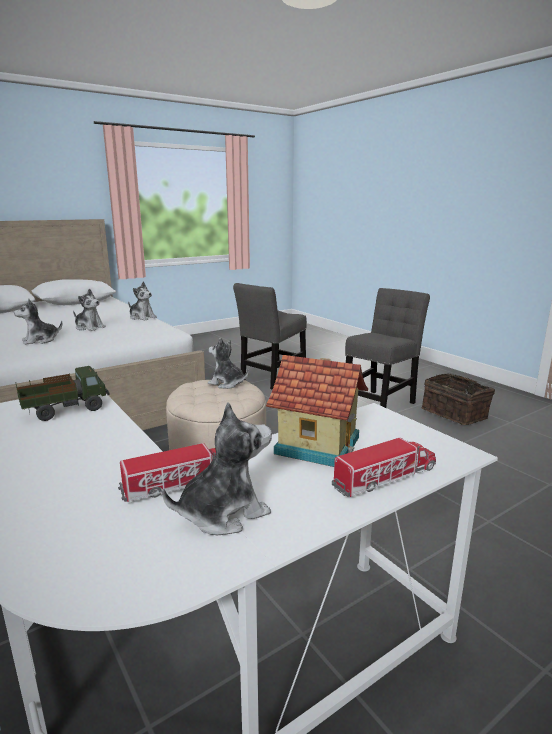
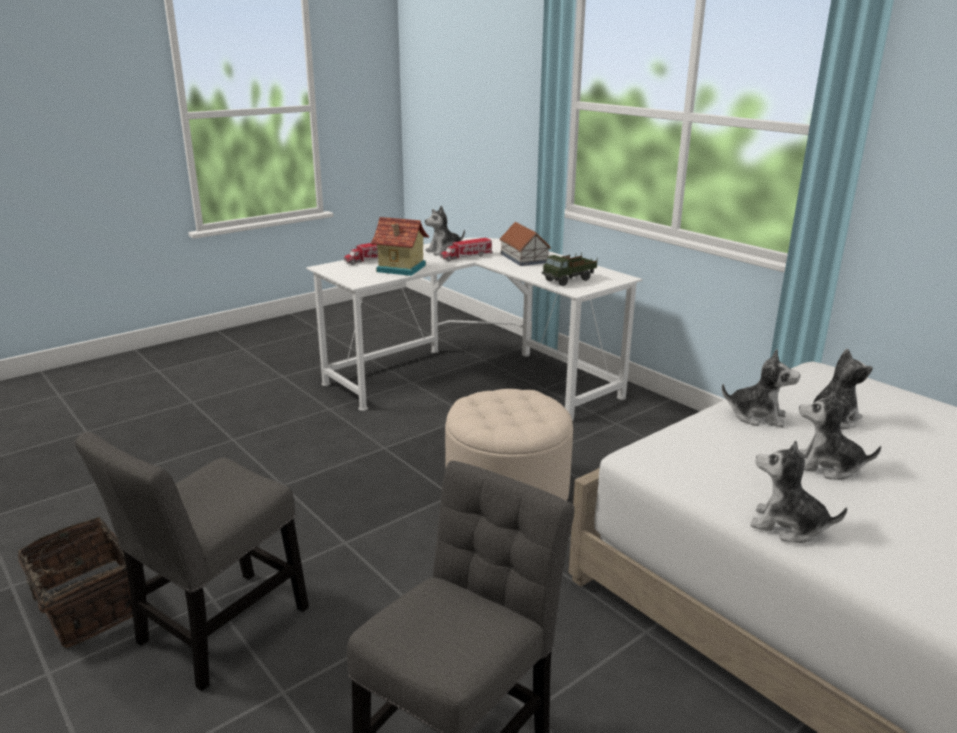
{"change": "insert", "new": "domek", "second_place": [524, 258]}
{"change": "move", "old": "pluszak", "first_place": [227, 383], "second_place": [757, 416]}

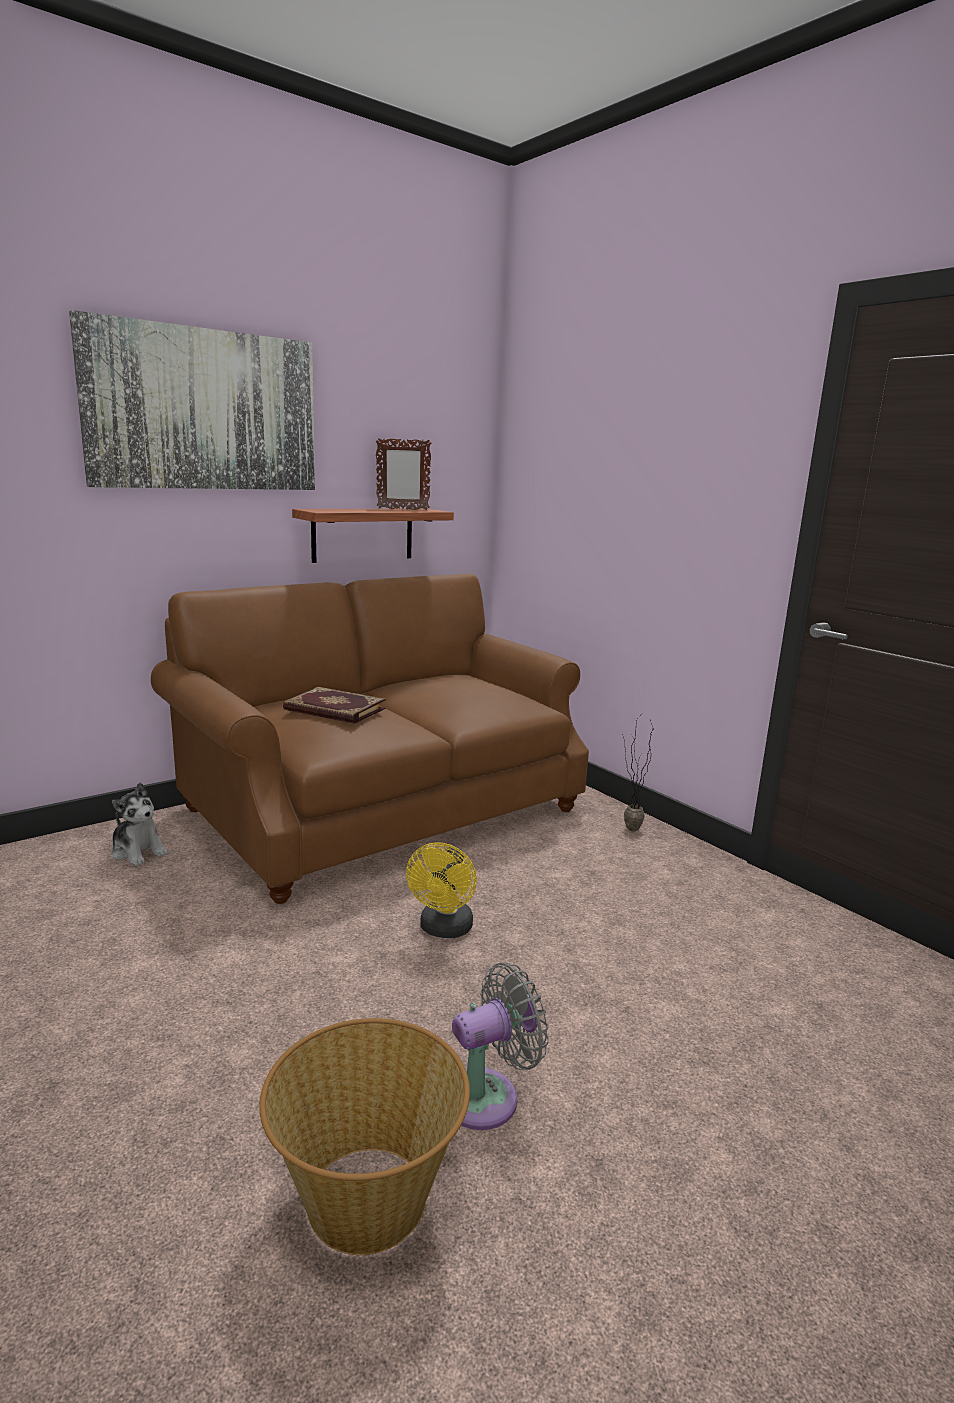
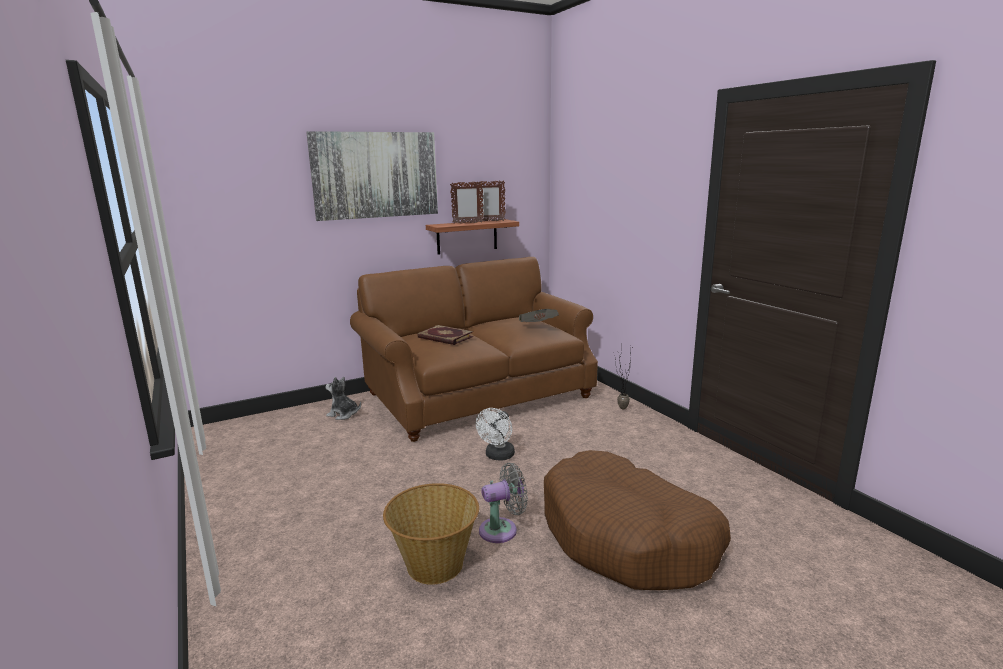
{"change": "rotate", "old": "pluszak", "first_place": [138, 851], "second_place": [343, 414], "degrees": 150}
{"change": "insert", "new": "ramka na zdjęcie", "second_place": [467, 223]}
{"change": "recolor", "old": "wentylator/żółty", "new": "wentylator/biały", "first_place": [444, 930], "second_place": [498, 456]}
{"change": "insert", "new": "gazeta", "second_place": [538, 327]}
{"change": "insert", "new": "legowisko/brązowy", "second_place": [628, 537]}

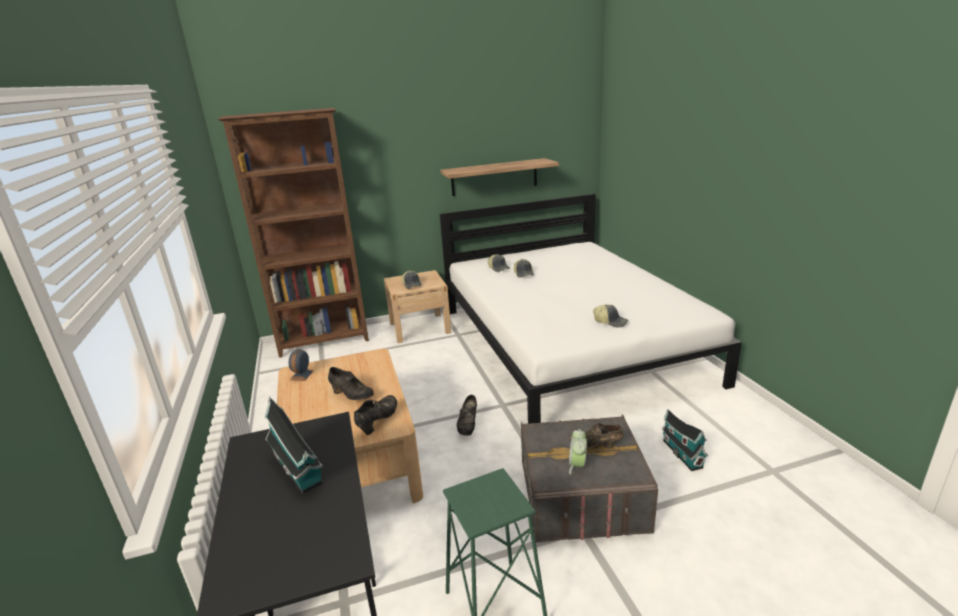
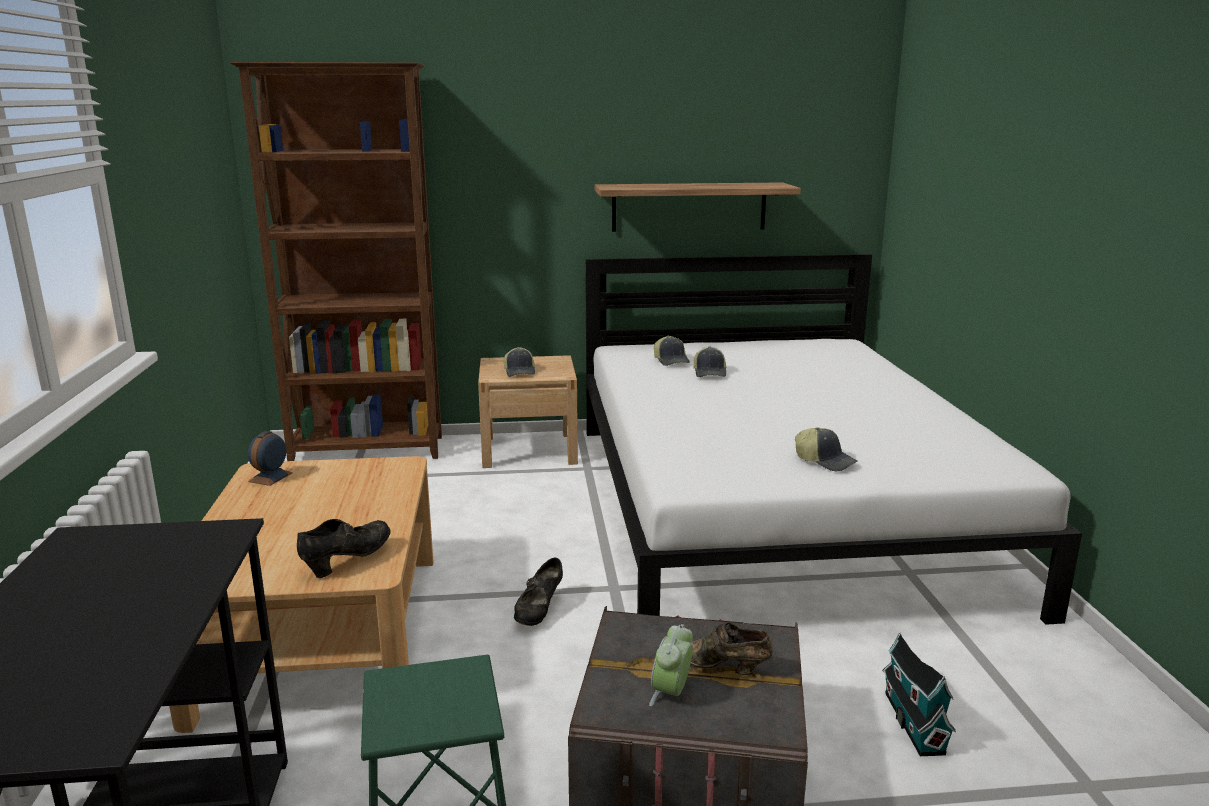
{"change": "delete", "old": "domek", "first_place": [298, 471]}
{"change": "delete", "old": "but/czarny", "first_place": [352, 396]}

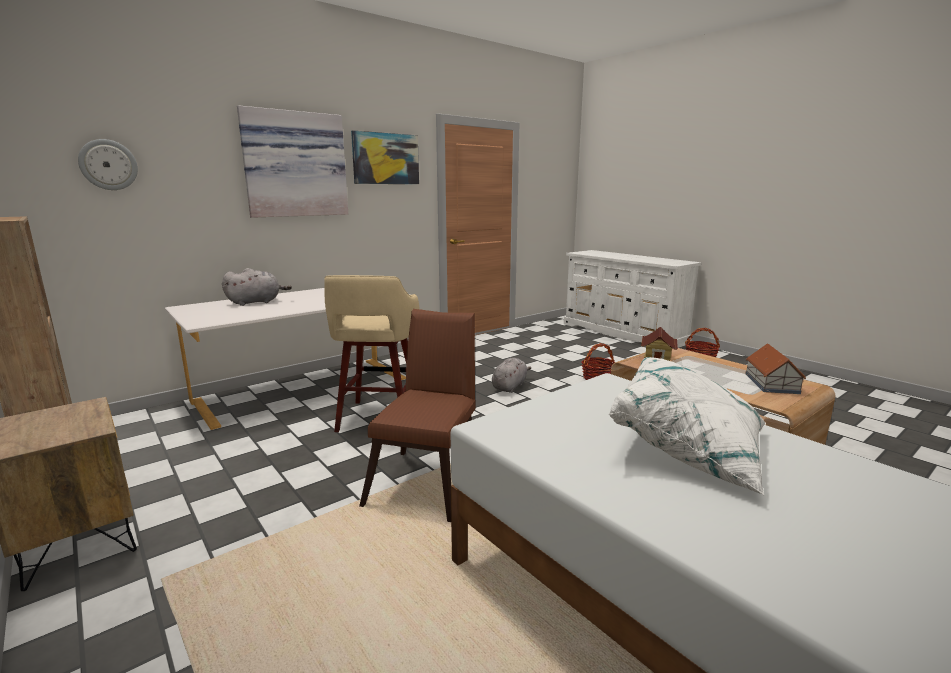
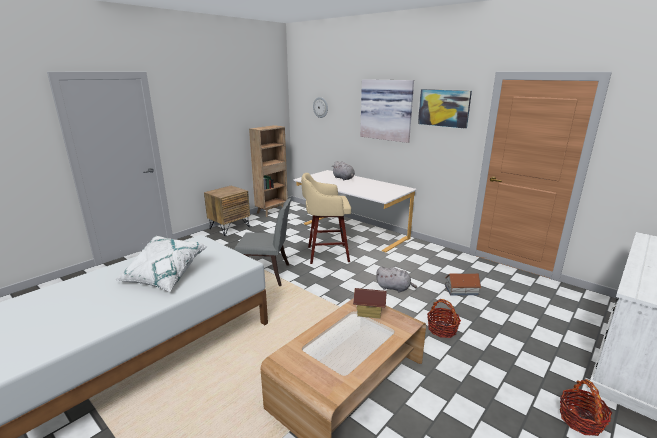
{"change": "recolor", "old": "krzesło/brązowy", "new": "krzesło/szary", "first_place": [429, 480], "second_place": [266, 275]}
{"change": "move", "old": "domek", "first_place": [771, 383], "second_place": [461, 290]}

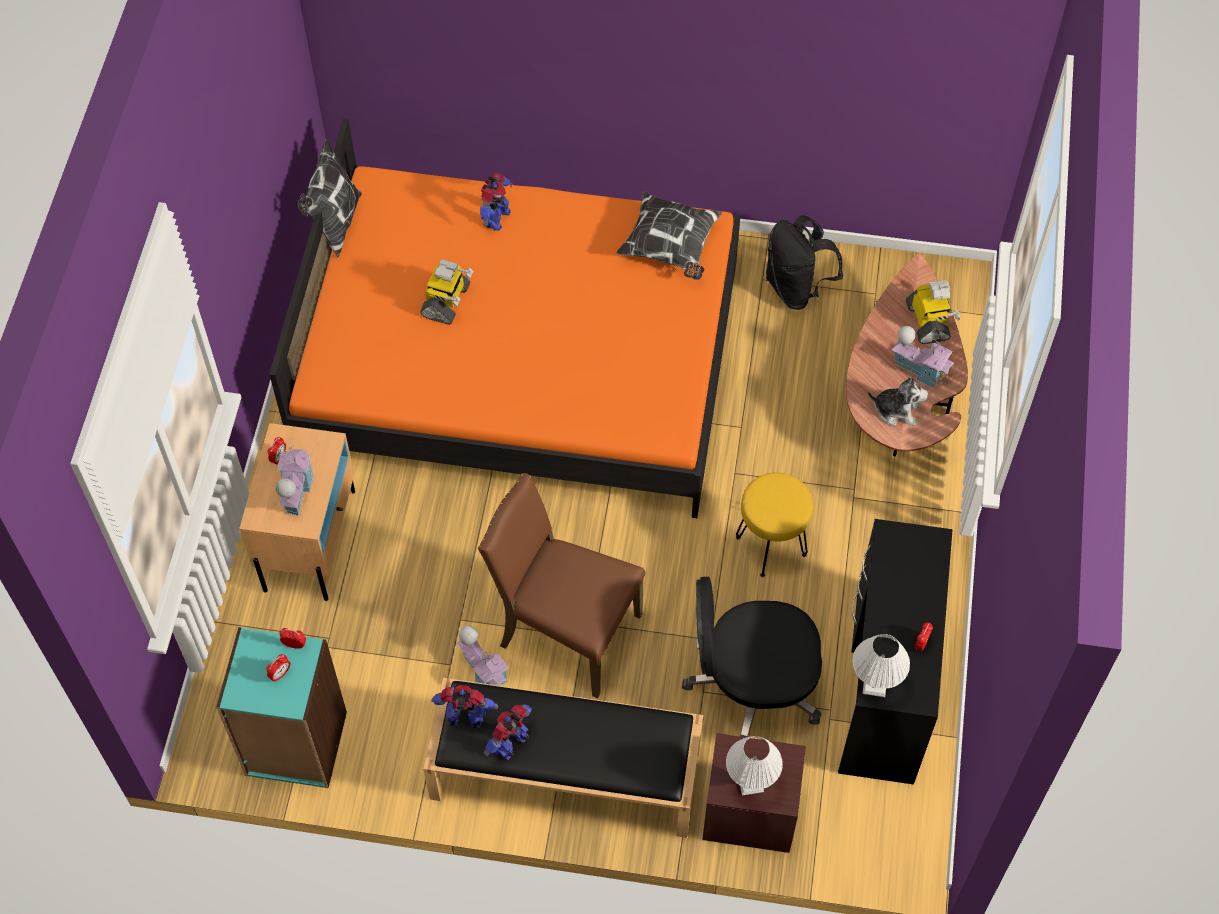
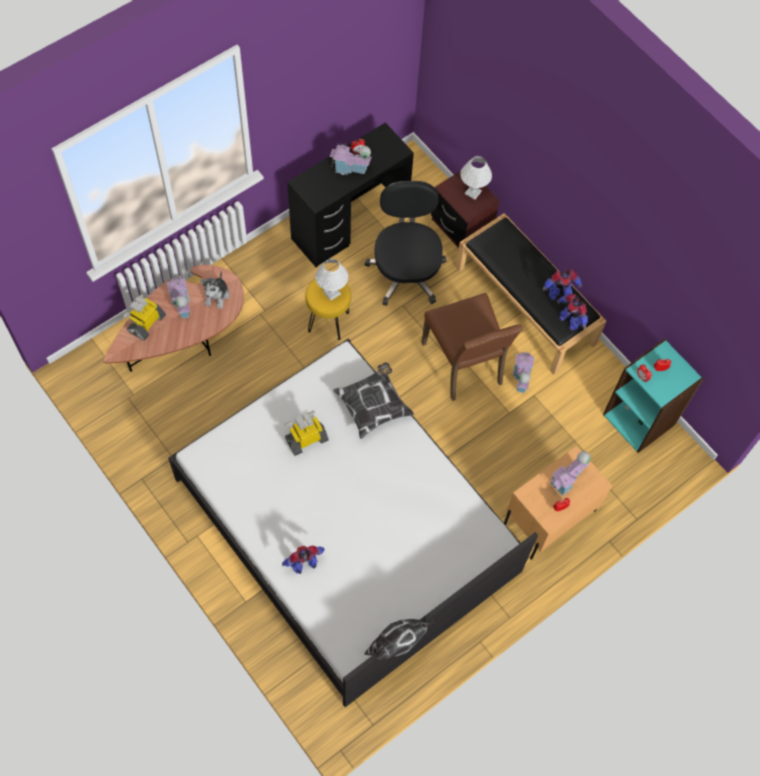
{"change": "recolor", "old": "łóżko/pomarańczowy", "new": "łóżko/biały", "first_place": [520, 360], "second_place": [347, 525]}
{"change": "rotate", "old": "pluszak", "first_place": [896, 410], "second_place": [217, 295], "degrees": -135}
{"change": "move", "old": "robot zabawkowy", "first_place": [447, 301], "second_place": [306, 439]}
{"change": "move", "old": "lampa stołowa/biały", "first_place": [875, 686], "second_place": [332, 292]}
{"change": "insert", "new": "domek", "second_place": [350, 168]}
{"change": "move", "old": "poduszka", "first_place": [670, 247], "second_place": [373, 406]}
{"change": "rotate", "old": "krzesło biurowe/czarny", "first_place": [751, 686], "second_place": [406, 272], "degrees": -135}
{"change": "delete", "old": "plecak/czarny", "first_place": [796, 288]}

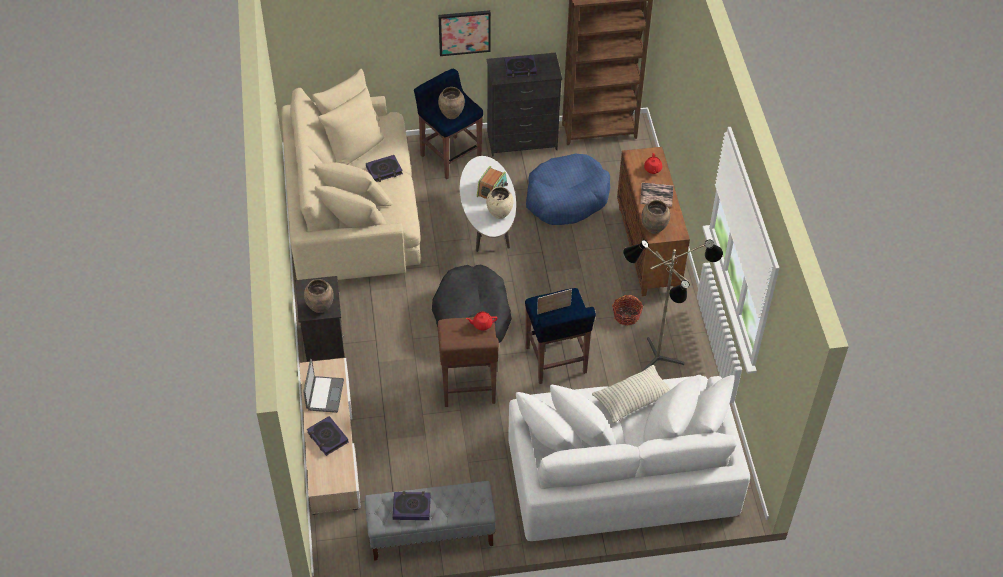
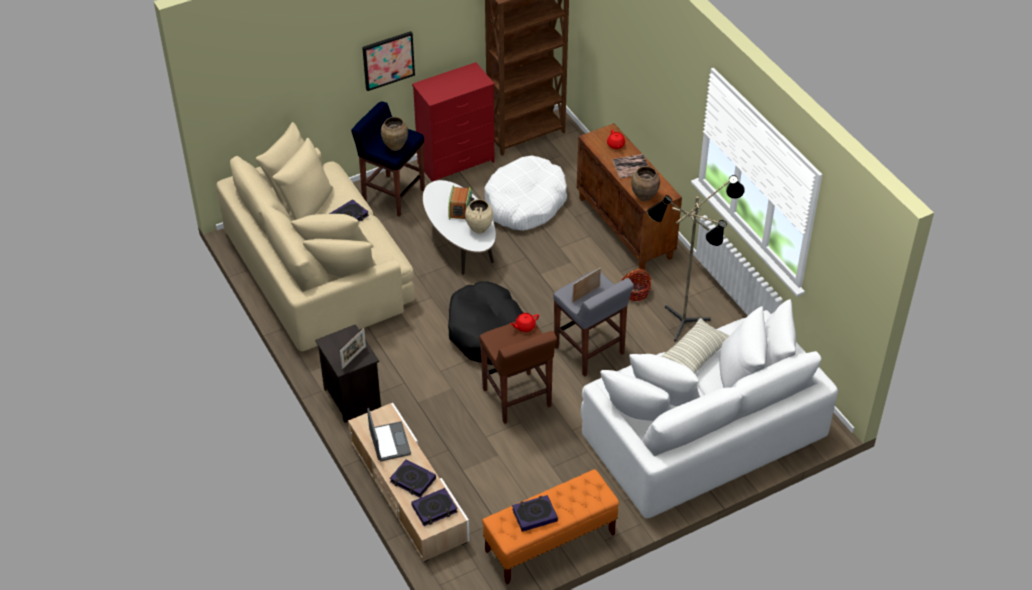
{"change": "replace", "old": "wazon/brązowy", "new": "ramka na zdjęcie", "first_place": [320, 307], "second_place": [354, 357]}
{"change": "move", "old": "książka", "first_place": [520, 68], "second_place": [434, 509]}
{"change": "recolor", "old": "komoda/czarny", "new": "komoda/czerwony", "first_place": [523, 141], "second_place": [457, 162]}
{"change": "recolor", "old": "ławka/szary", "new": "ławka/pomarańczowy", "first_place": [431, 534], "second_place": [549, 543]}
{"change": "recolor", "old": "legowisko/niebieski", "new": "legowisko/biały", "first_place": [566, 198], "second_place": [525, 203]}
{"change": "recolor", "old": "stołek/niebieski", "new": "stołek/szary", "first_place": [556, 361], "second_place": [589, 351]}

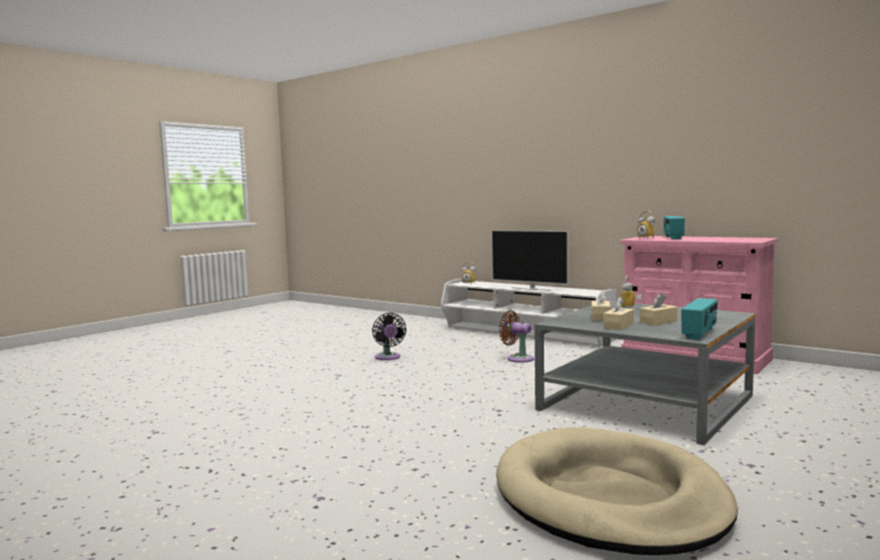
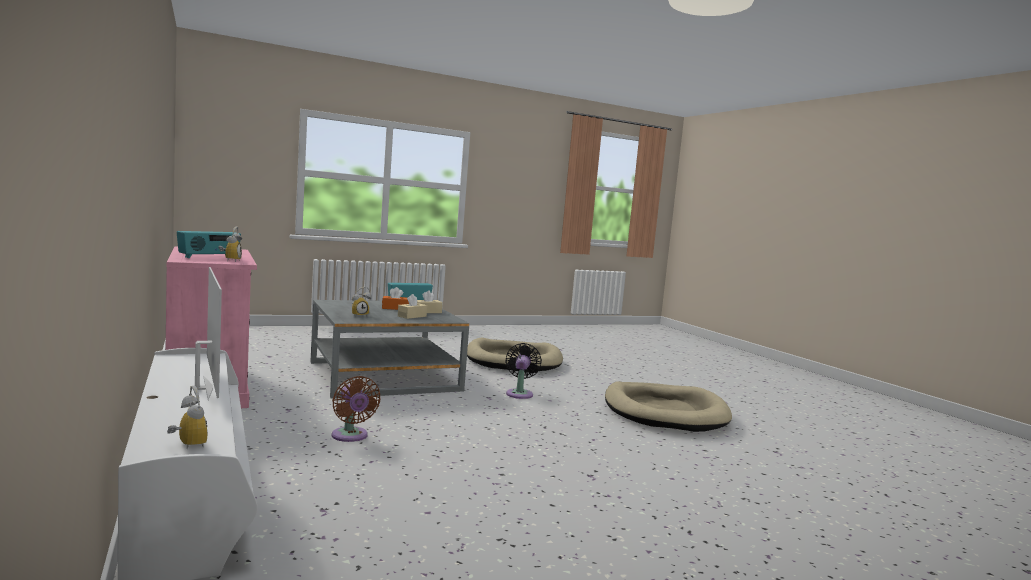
{"change": "recolor", "old": "pudełko chusteczek/beżowy", "new": "pudełko chusteczek/pomarańczowy", "first_place": [658, 322], "second_place": [395, 308]}
{"change": "move", "old": "wentylator/czarny", "first_place": [388, 357], "second_place": [520, 393]}
{"change": "insert", "new": "legowisko/beżowy", "second_place": [664, 412]}

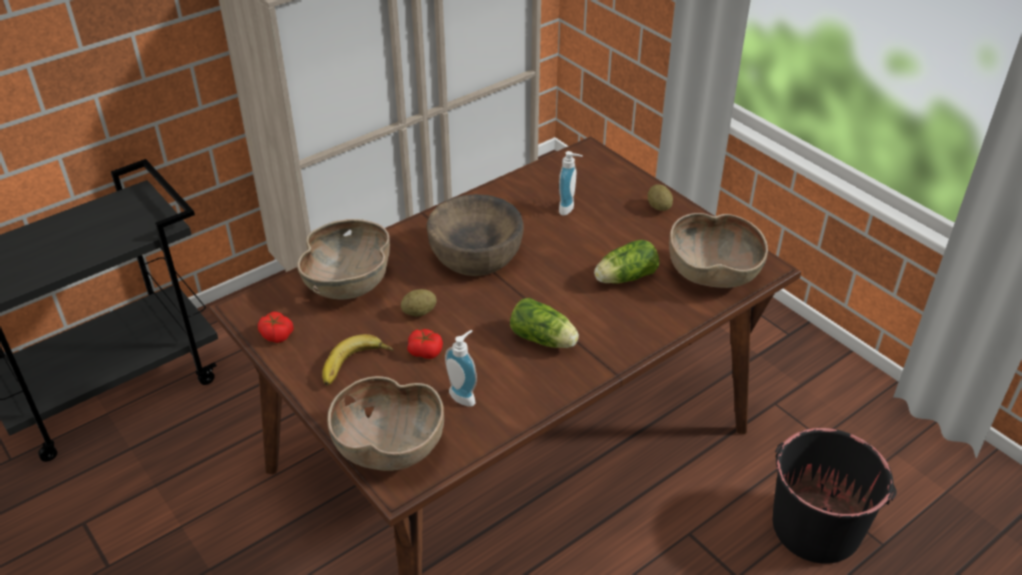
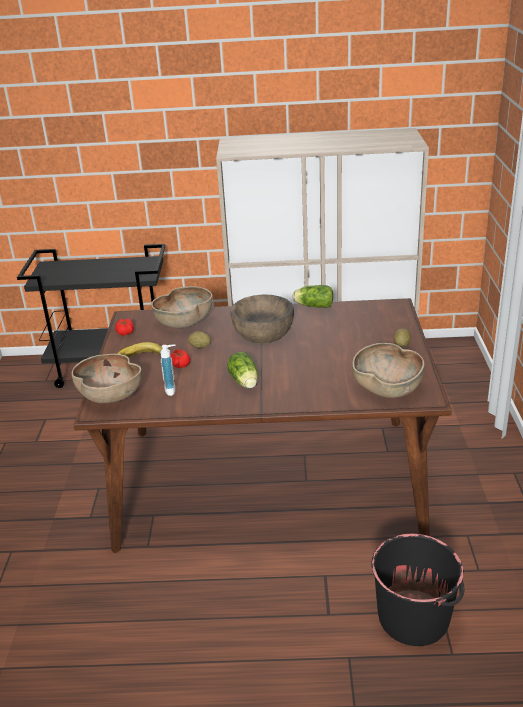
{"change": "move", "old": "sałata", "first_place": [623, 278], "second_place": [312, 306]}
{"change": "delete", "old": "dozownik mydła", "first_place": [569, 208]}

